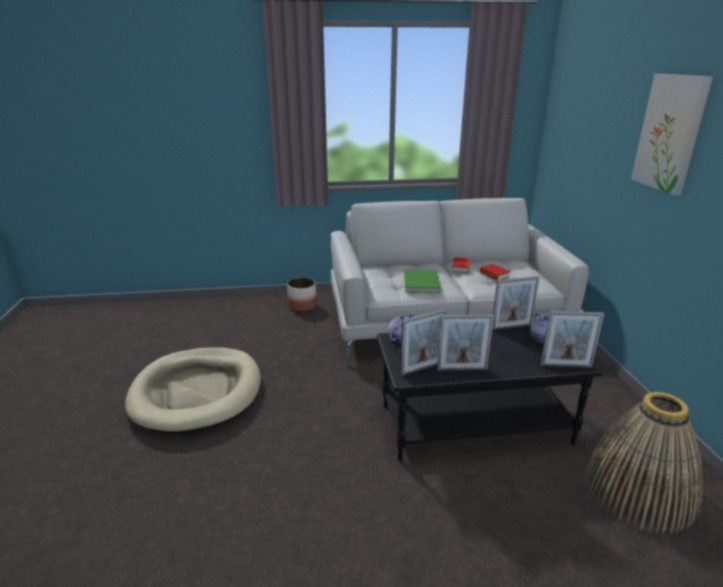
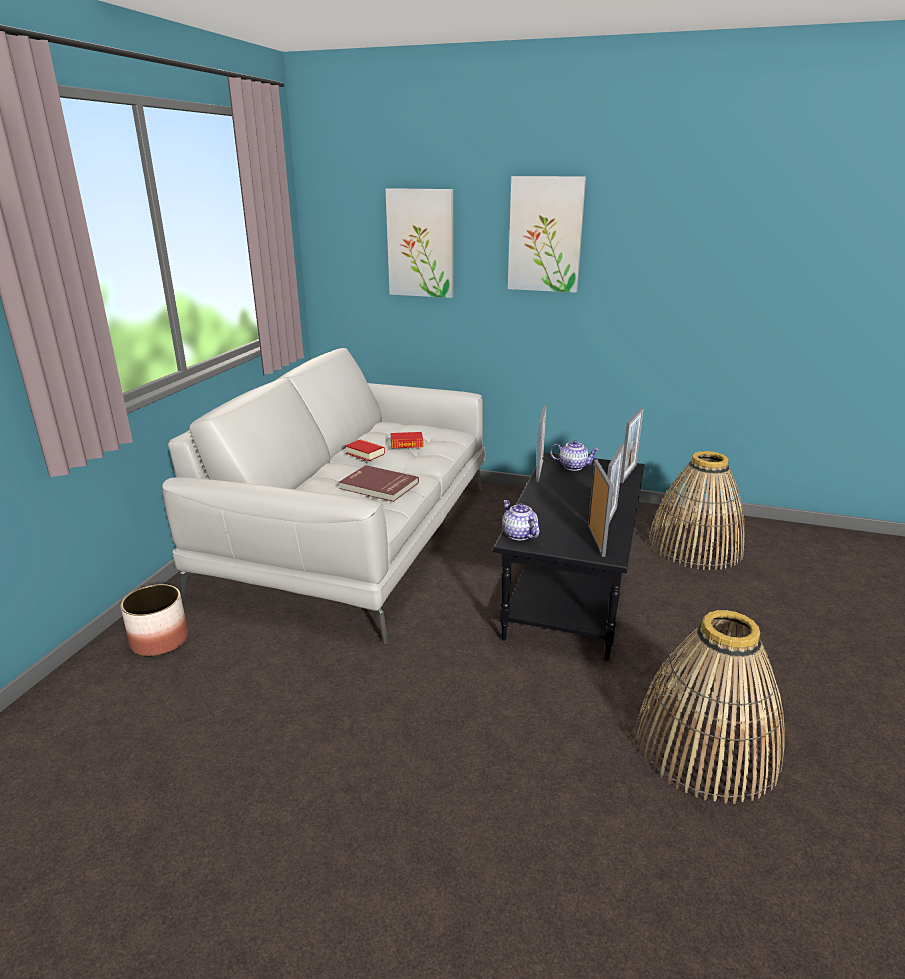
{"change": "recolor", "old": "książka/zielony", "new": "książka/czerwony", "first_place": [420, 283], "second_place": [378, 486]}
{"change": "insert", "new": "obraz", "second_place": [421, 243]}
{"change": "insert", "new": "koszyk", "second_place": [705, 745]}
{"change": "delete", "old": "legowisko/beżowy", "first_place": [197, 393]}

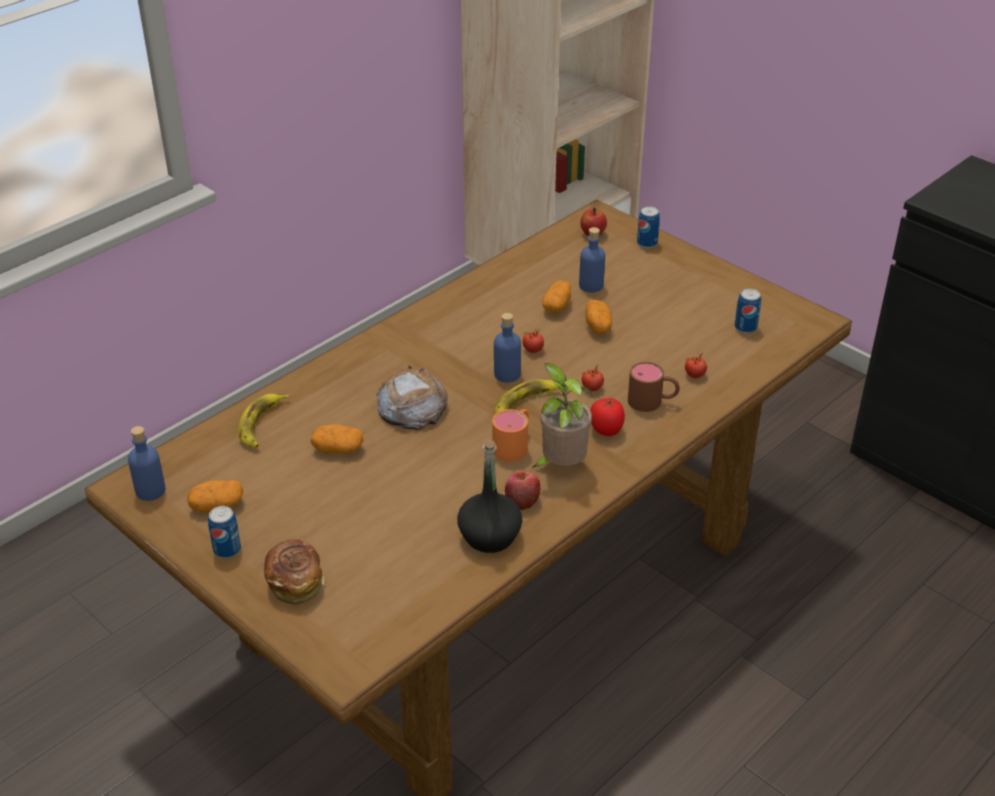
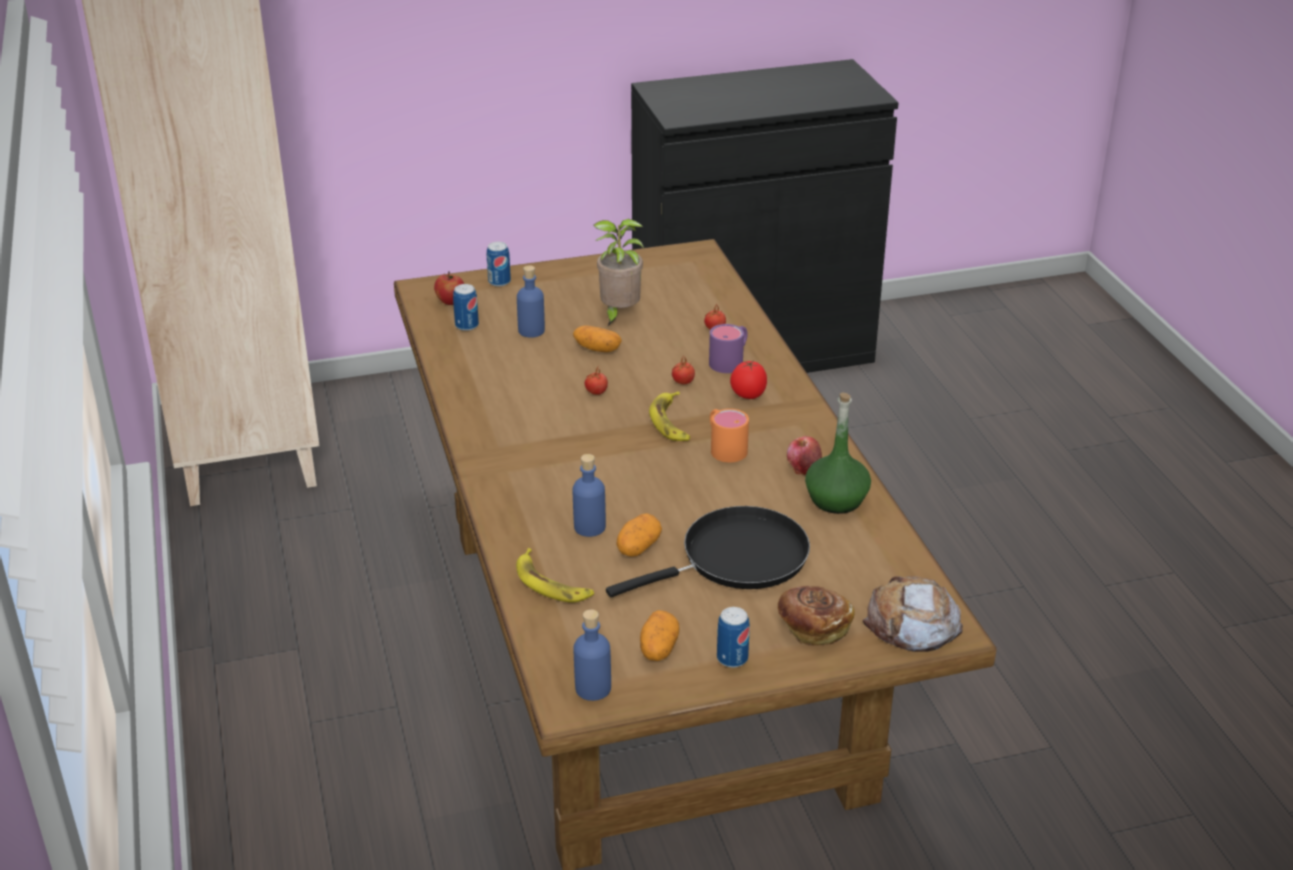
{"change": "move", "old": "puszka", "first_place": [745, 327], "second_place": [467, 325]}
{"change": "move", "old": "butelka/niebieski", "first_place": [507, 374], "second_place": [589, 527]}
{"change": "move", "old": "roślina doniczkowa", "first_place": [560, 466], "second_place": [618, 315]}
{"change": "insert", "new": "patelnia/czarny", "second_place": [736, 559]}
{"change": "recolor", "old": "kubek/brązowy", "new": "kubek/fioletowy", "first_place": [652, 401], "second_place": [731, 360]}
{"change": "recolor", "old": "butelka/czarny", "new": "butelka/zielony", "first_place": [490, 536], "second_place": [836, 499]}
{"change": "move", "old": "chleb", "first_place": [411, 406], "second_place": [912, 623]}
{"change": "delete", "old": "ziemniak", "first_place": [557, 306]}

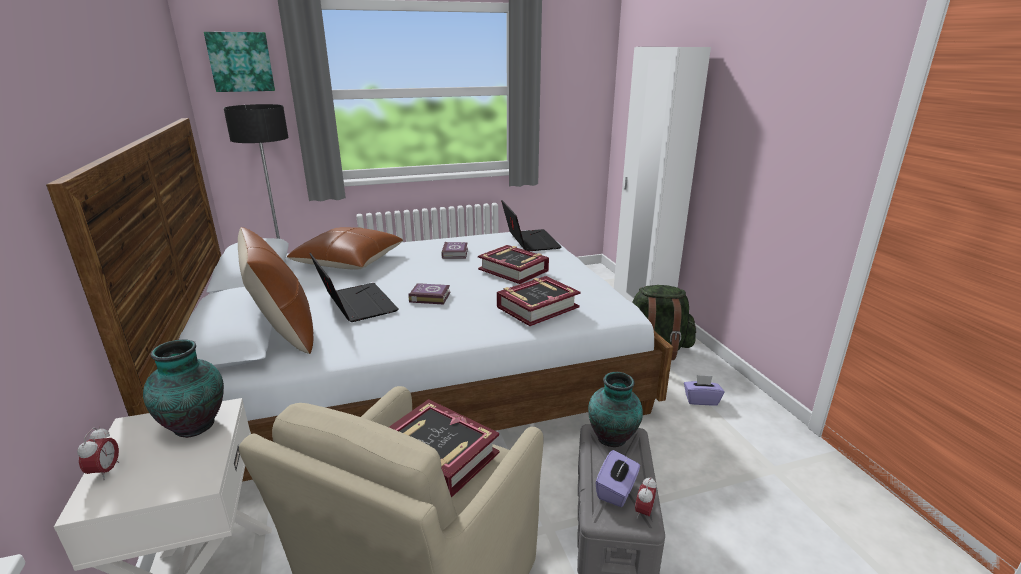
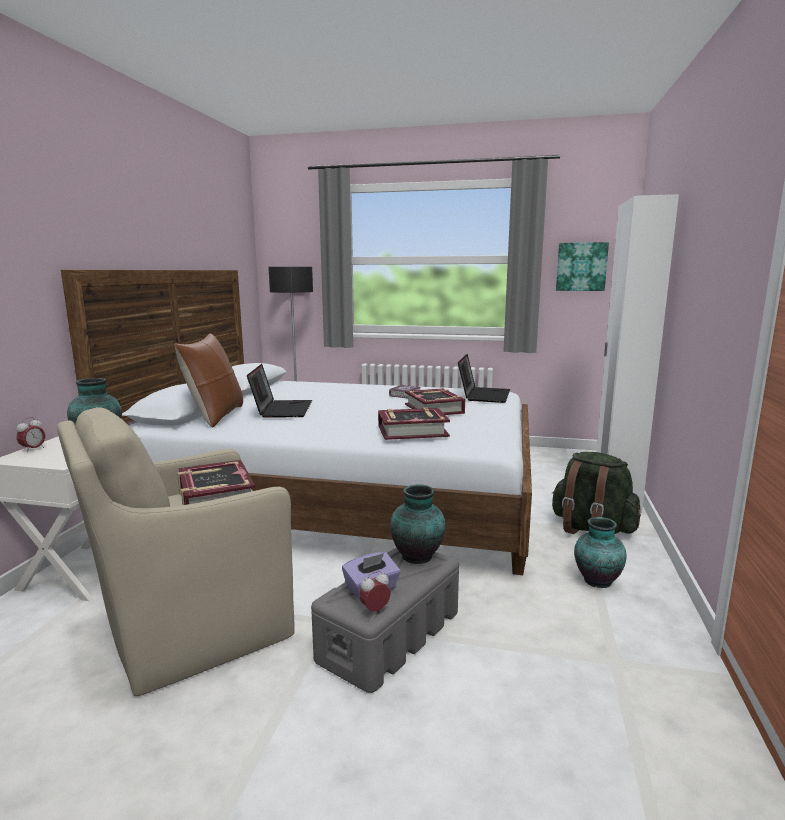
{"change": "move", "old": "obraz", "first_place": [241, 62], "second_place": [581, 266]}
{"change": "replace", "old": "pudełko chusteczek/fioletowy", "new": "wazon", "first_place": [701, 400], "second_place": [596, 581]}
{"change": "delete", "old": "poduszka/brązowy", "first_place": [349, 261]}
{"change": "delete", "old": "książka", "first_place": [429, 297]}

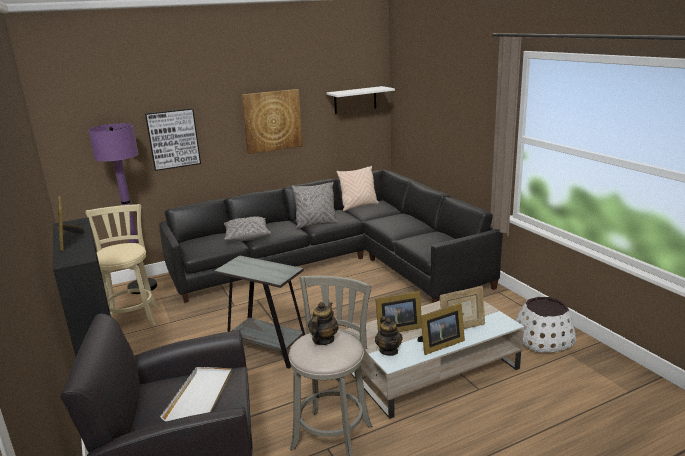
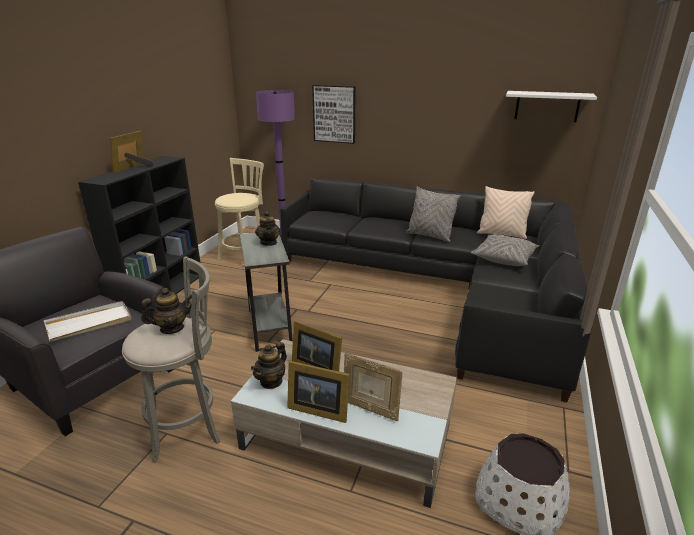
{"change": "insert", "new": "imbryk", "second_place": [269, 242]}
{"change": "move", "old": "poduszka/szary", "first_place": [246, 236], "second_place": [504, 258]}
{"change": "delete", "old": "obraz", "first_place": [272, 121]}

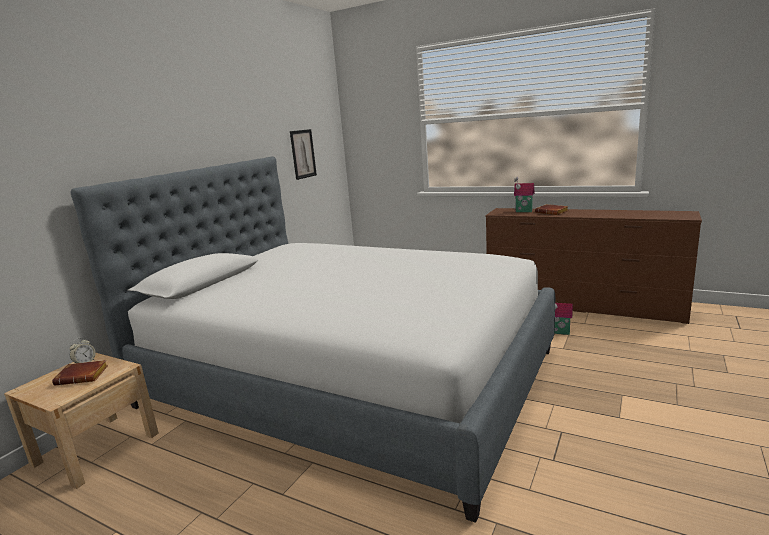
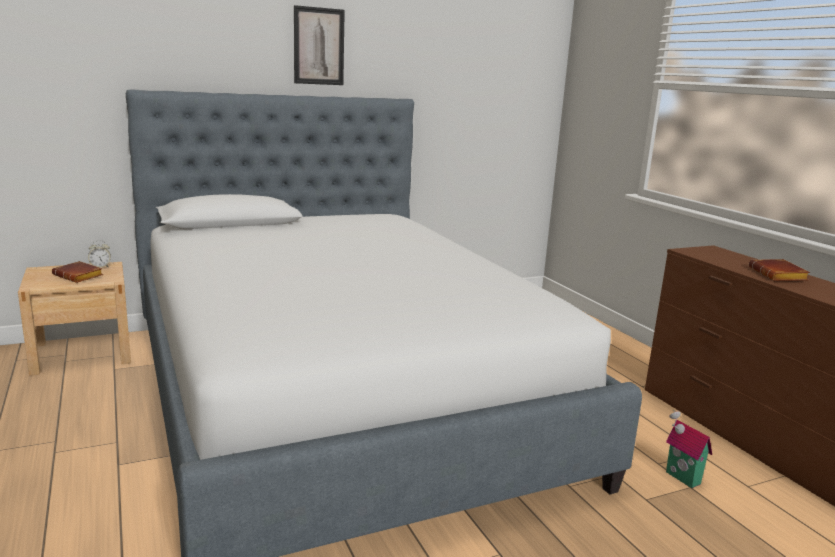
{"change": "move", "old": "obraz", "first_place": [303, 154], "second_place": [319, 46]}
{"change": "delete", "old": "domek", "first_place": [523, 211]}

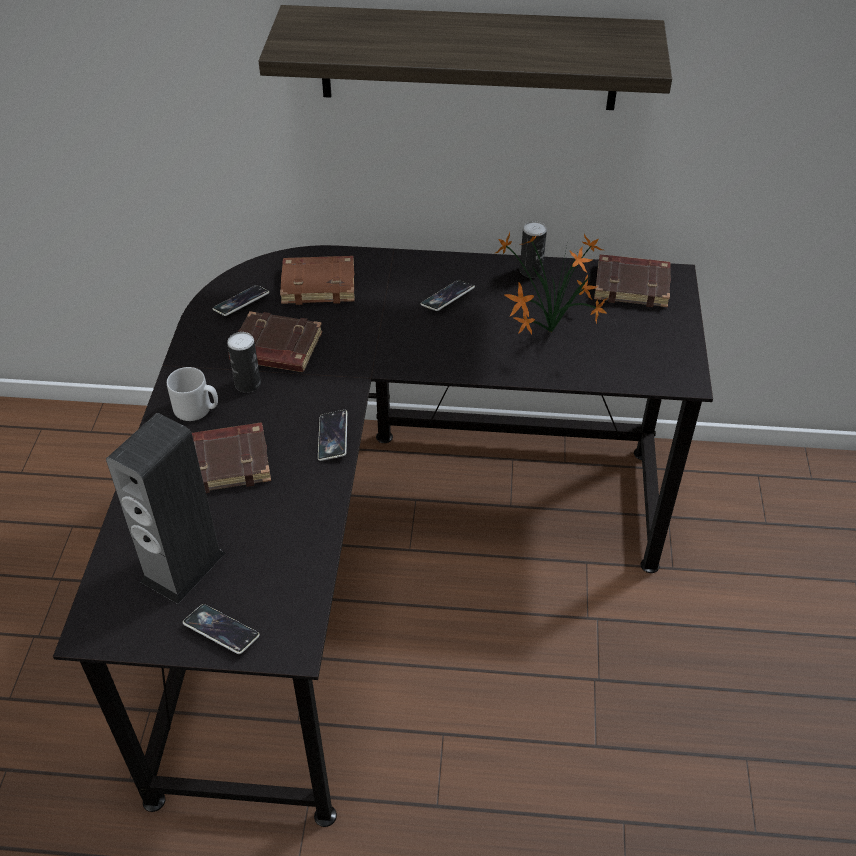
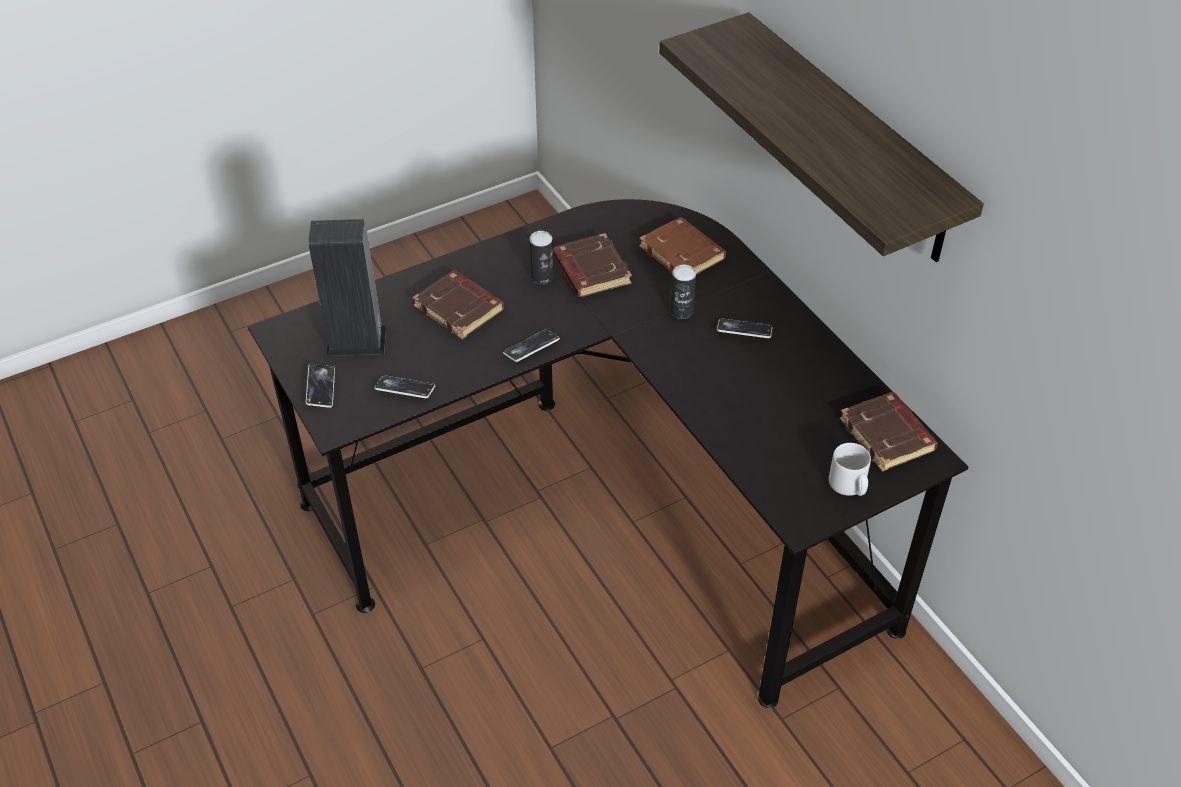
{"change": "move", "old": "telefon", "first_place": [241, 303], "second_place": [405, 389]}
{"change": "move", "old": "puszka", "first_place": [531, 271], "second_place": [681, 311]}
{"change": "move", "old": "kubek/szary", "first_place": [197, 409], "second_place": [849, 486]}
{"change": "delete", "old": "roślina doniczkowa", "first_place": [547, 333]}

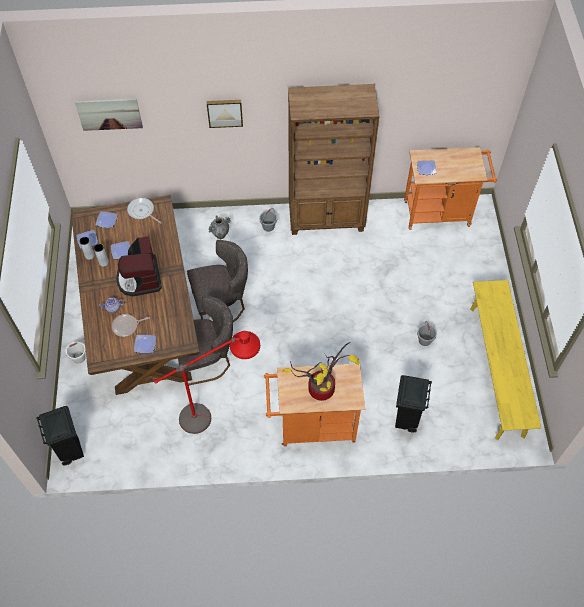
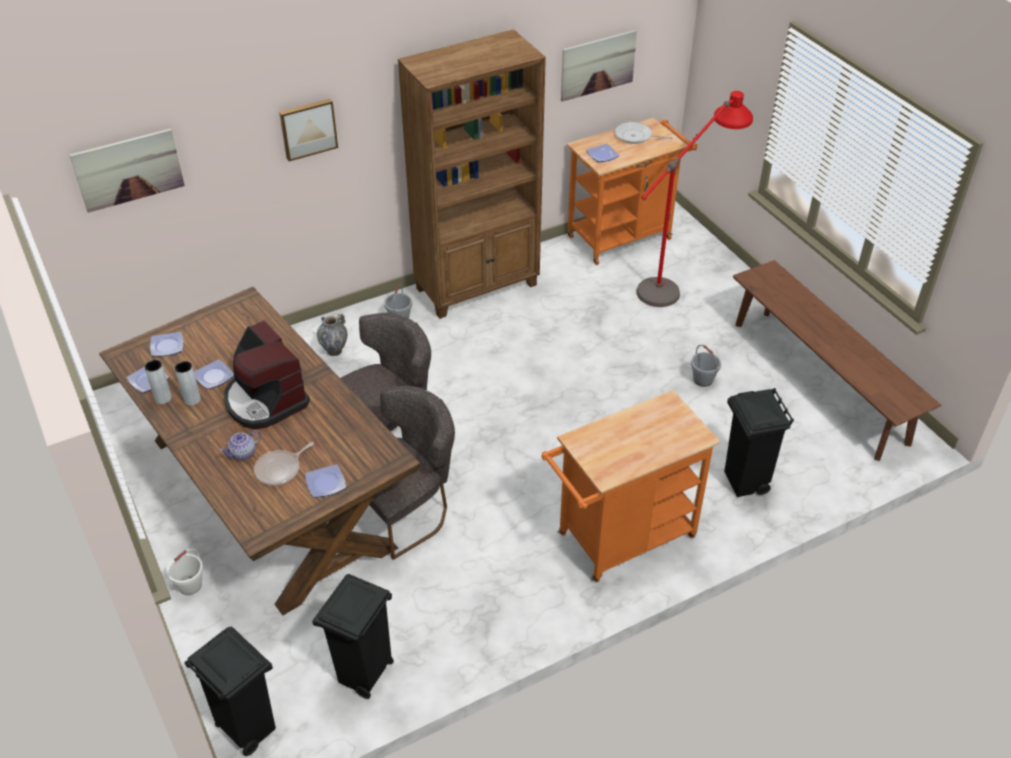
{"change": "insert", "new": "kosz na śmieci/czarny", "second_place": [364, 675]}
{"change": "insert", "new": "obraz", "second_place": [597, 65]}
{"change": "move", "old": "patelnia", "first_place": [142, 211], "second_place": [635, 136]}
{"change": "move", "old": "lampa stojąca/czerwony", "first_place": [217, 413], "second_place": [679, 280]}
{"change": "recolor", "old": "ławka/żółty", "new": "ławka/brązowy", "first_place": [496, 370], "second_place": [818, 381]}
{"change": "delete", "old": "roślina doniczkowa", "first_place": [322, 387]}

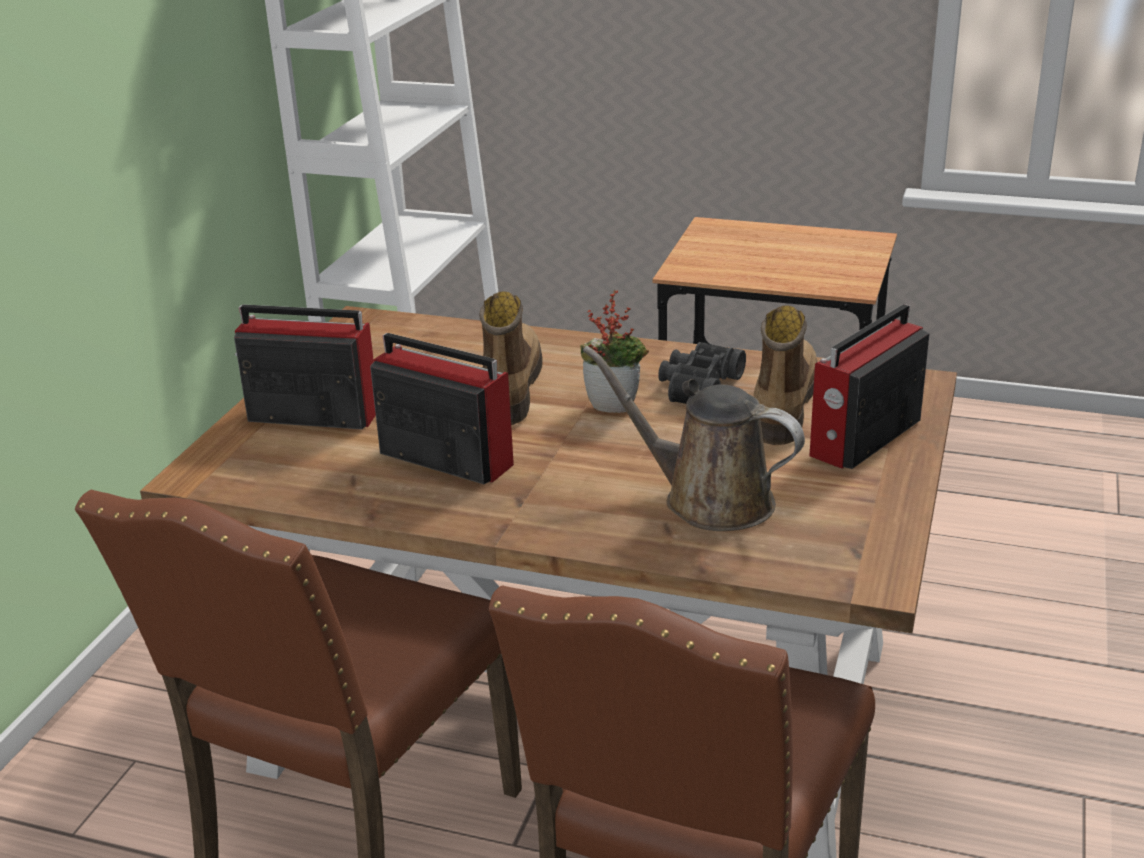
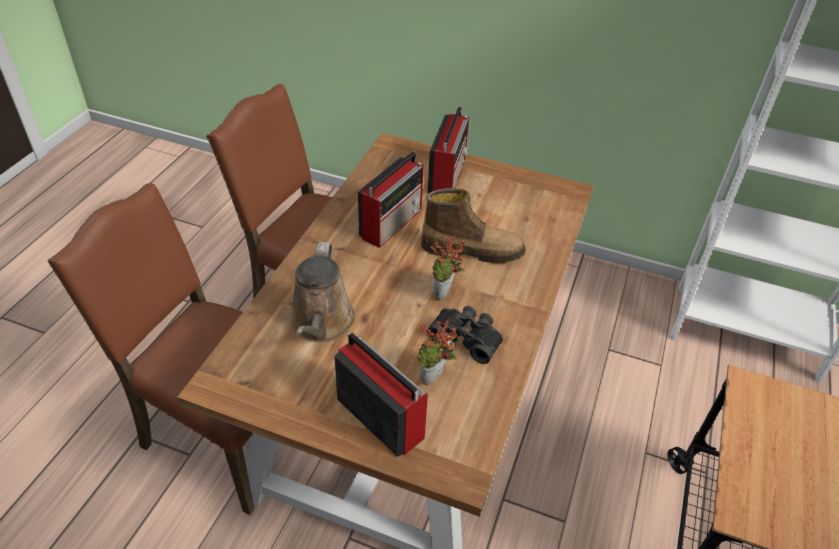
{"change": "rotate", "old": "konewka/brązowy", "first_place": [708, 499], "second_place": [321, 324], "degrees": 150}
{"change": "replace", "old": "but z cholewką", "new": "roślina doniczkowa", "first_place": [782, 405], "second_place": [434, 379]}

